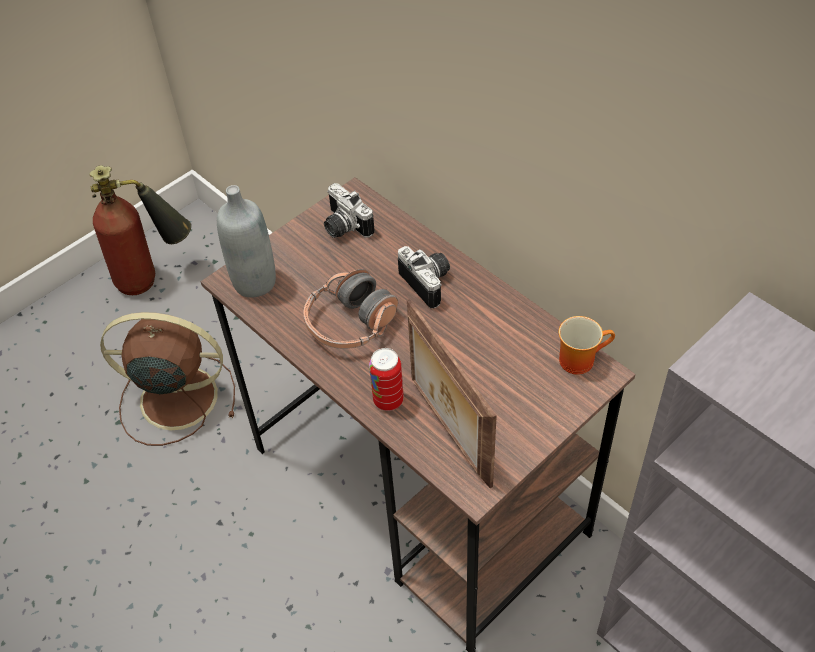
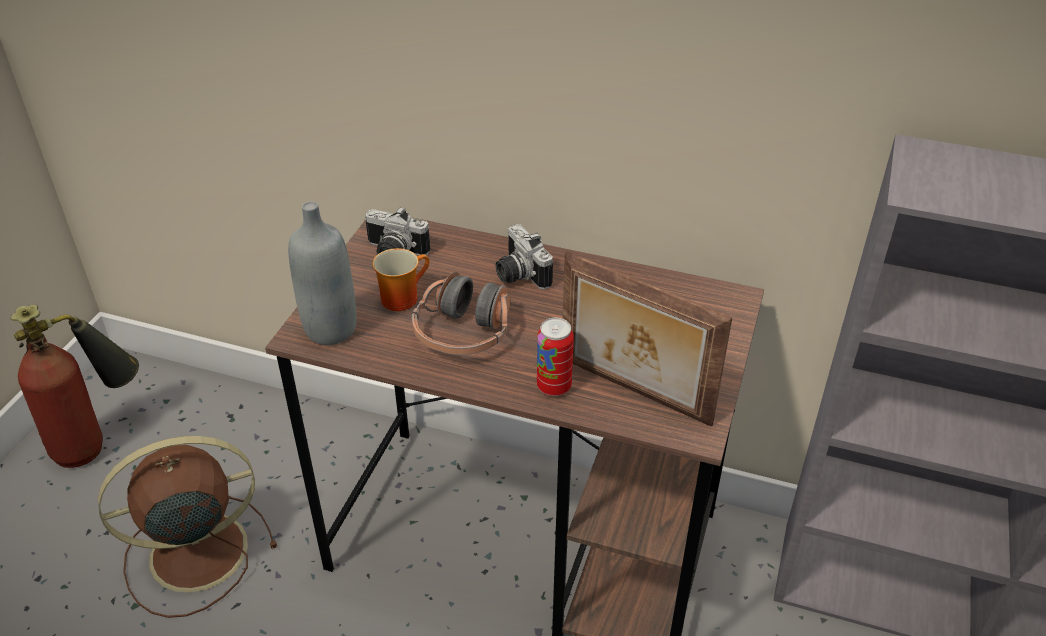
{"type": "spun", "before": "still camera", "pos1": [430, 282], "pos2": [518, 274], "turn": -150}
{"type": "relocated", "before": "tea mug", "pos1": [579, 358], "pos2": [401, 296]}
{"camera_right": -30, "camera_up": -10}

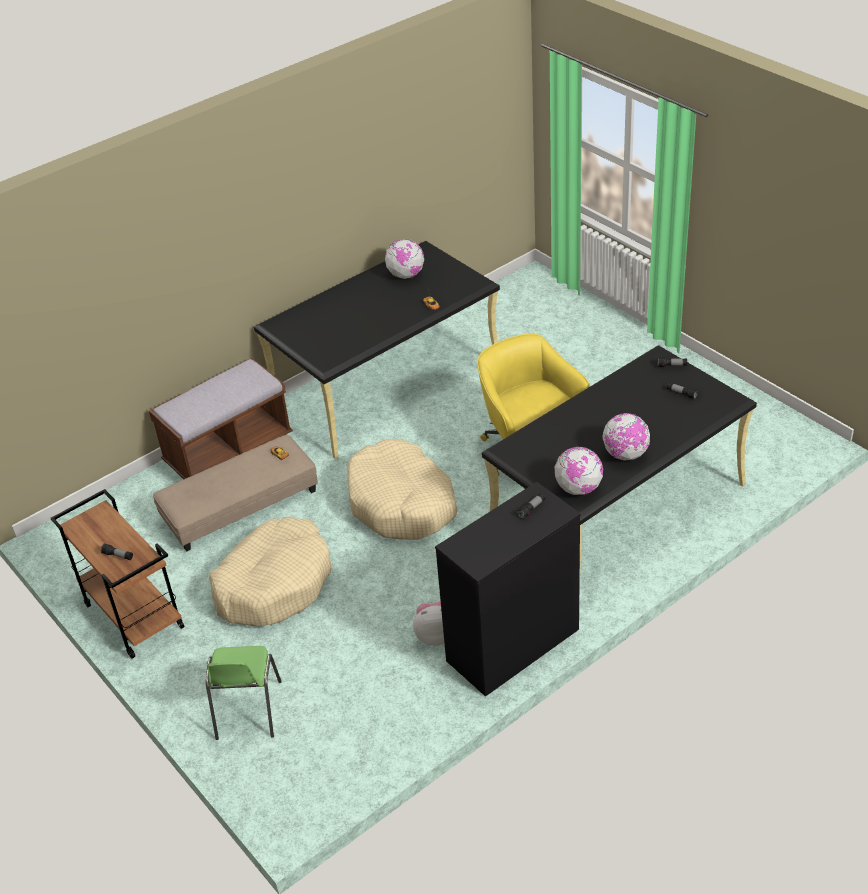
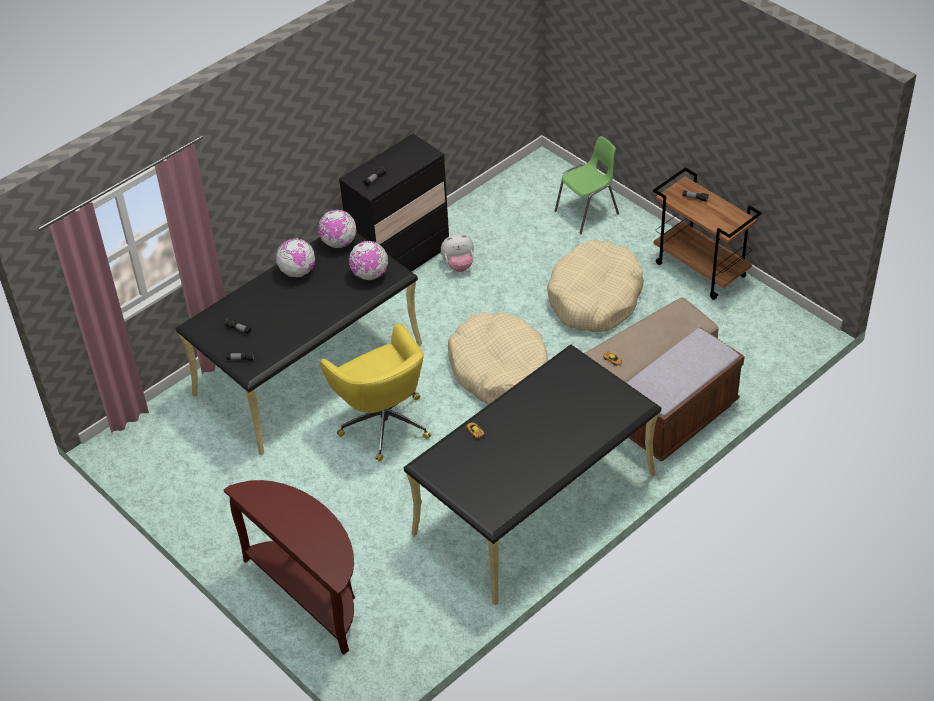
{"type": "spun", "before": "green-coloured upright chair", "pos1": [247, 711], "pos2": [587, 213], "turn": 60}
{"type": "relocated", "before": "globe", "pos1": [406, 275], "pos2": [369, 275]}
{"type": "appeared", "after": "brownish hall table", "pos2": [310, 593]}
{"camera_right": 175, "camera_up": 5}

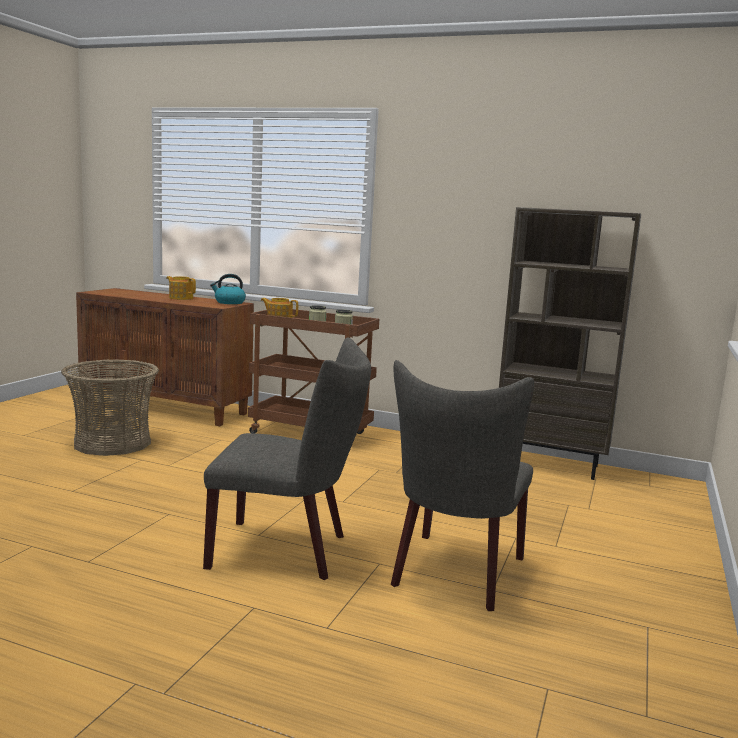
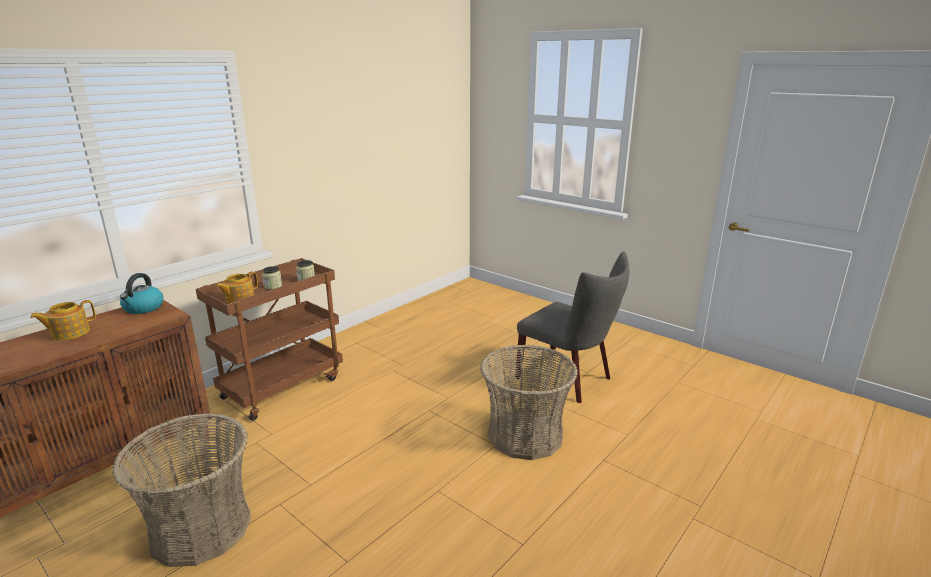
{"type": "exchanged", "before": "greyish upright chair", "after": "storage basket", "pos1": [288, 551], "pos2": [525, 435]}
{"type": "missing", "before": "brownish bookcase", "pos1": [551, 465]}
{"camera_right": -70, "camera_up": 10}

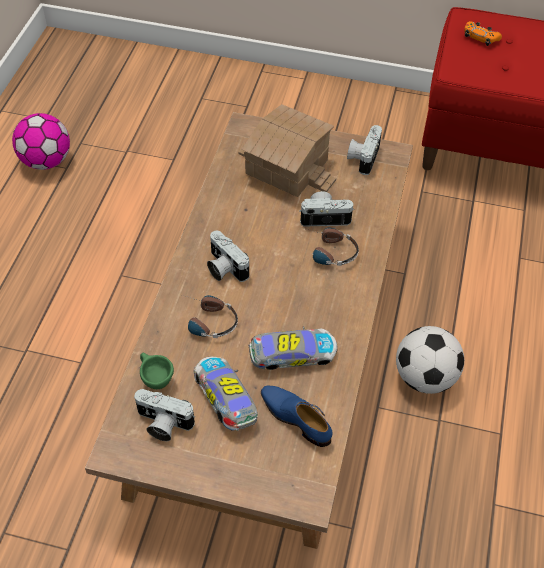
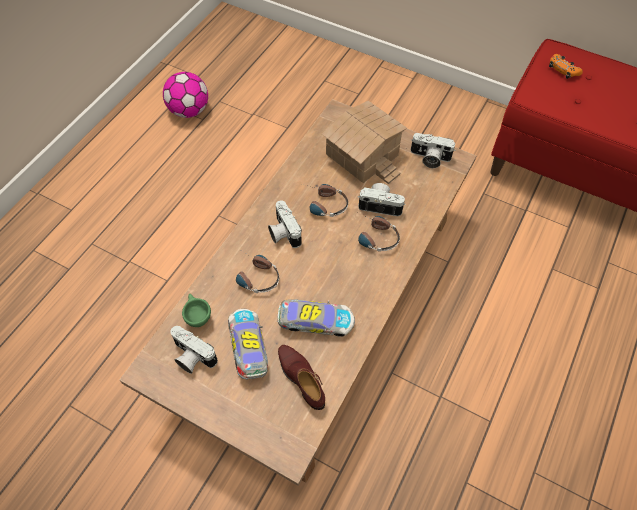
{"type": "colour", "before": "bluish shoe", "after": "brownish shoe", "pos1": [295, 418], "pos2": [301, 378]}
{"type": "spun", "before": "still camera", "pos1": [363, 157], "pos2": [429, 158], "turn": -105}
{"type": "missing", "before": "football ball", "pos1": [425, 377]}
{"type": "appeared", "after": "headset", "pos2": [322, 204]}
{"camera_right": 15, "camera_up": 5}

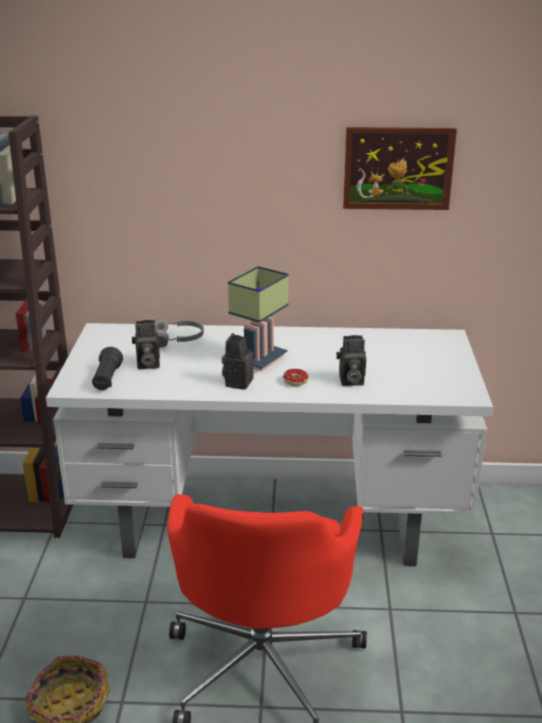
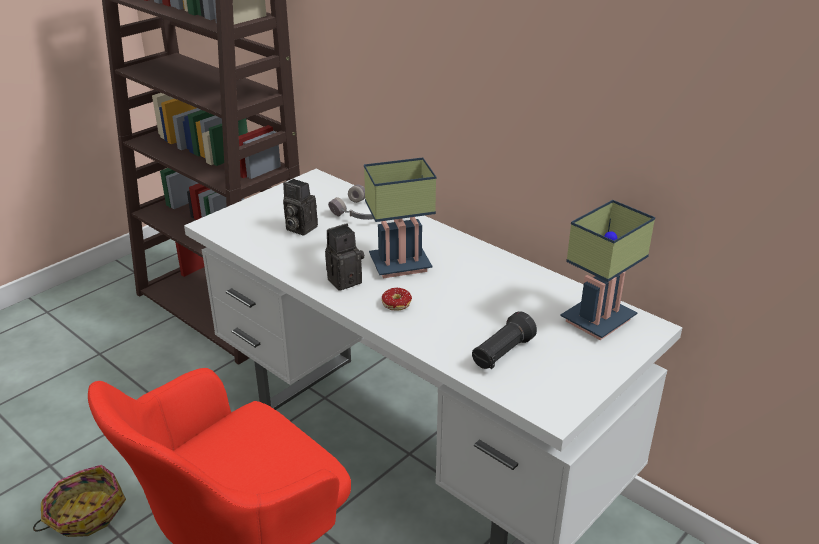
{"type": "relocated", "before": "blackish hand torch", "pos1": [107, 379], "pos2": [502, 354]}
{"type": "missing", "before": "still camera", "pos1": [350, 381]}
{"type": "missing", "before": "wall art", "pos1": [398, 168]}
{"type": "appeared", "after": "lamp for a table", "pos2": [597, 318]}
{"camera_right": 40, "camera_up": 5}

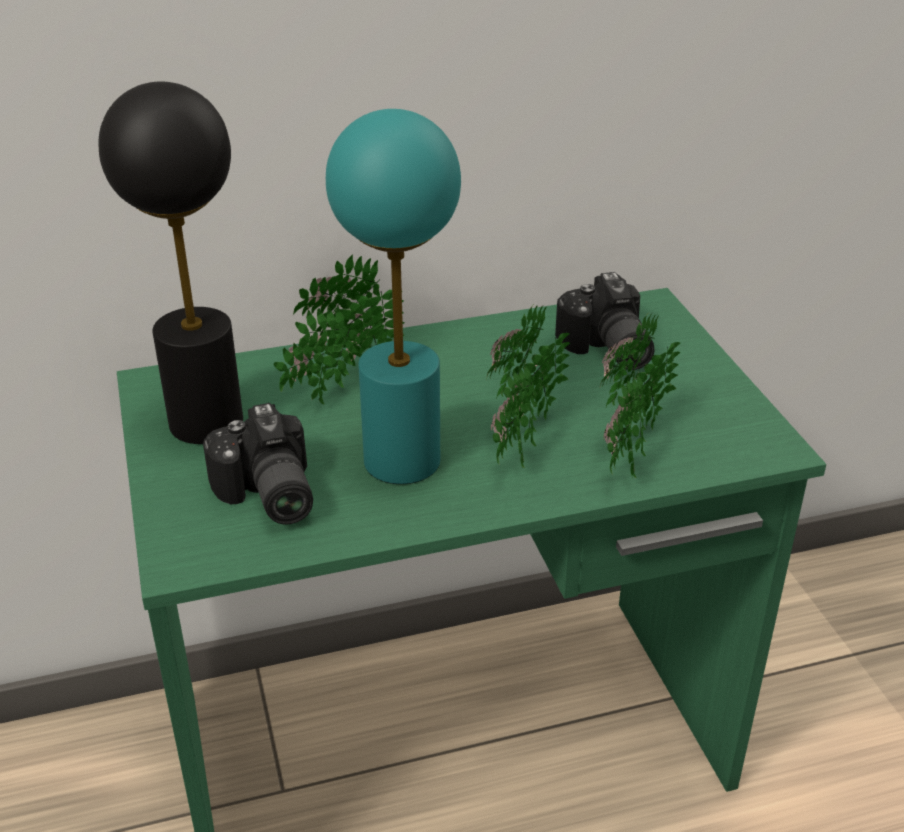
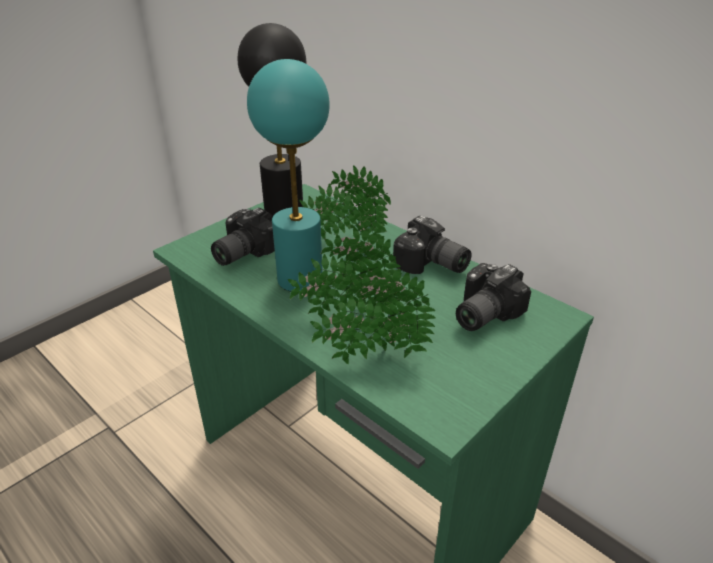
{"type": "appeared", "after": "still camera", "pos2": [431, 265]}
{"camera_right": 60, "camera_up": 0}

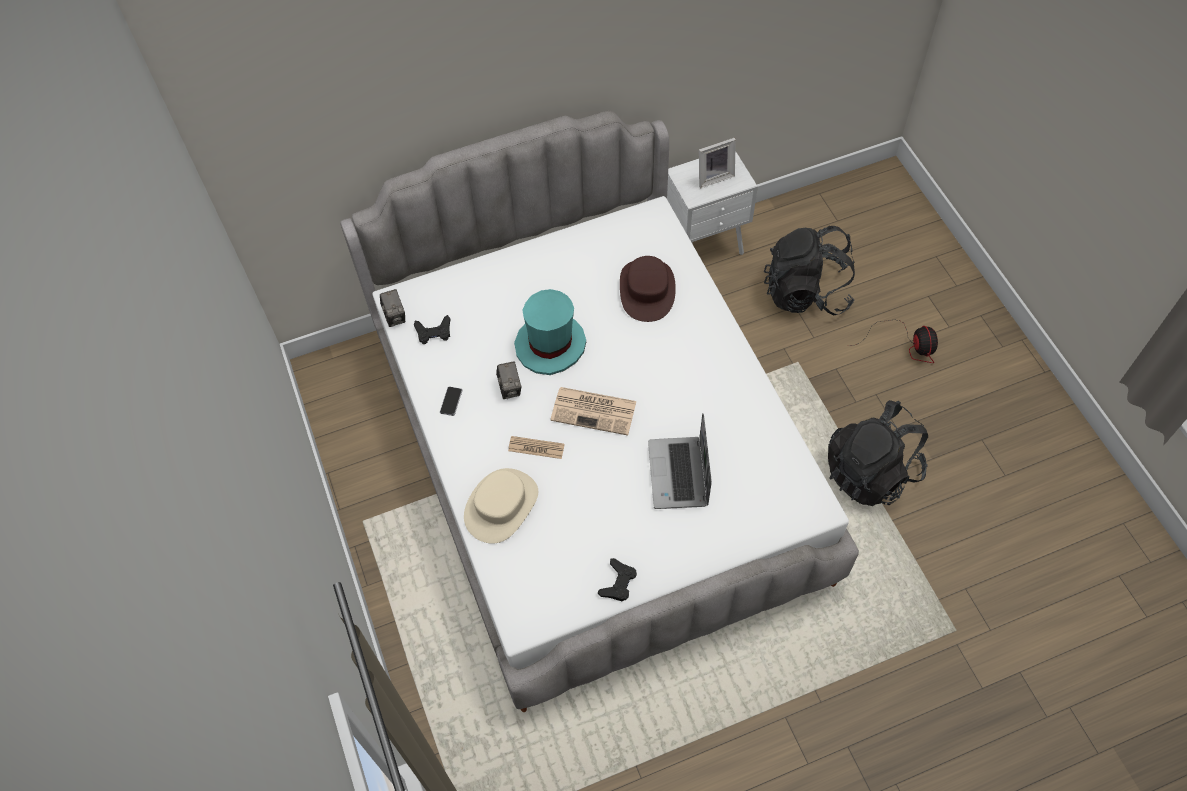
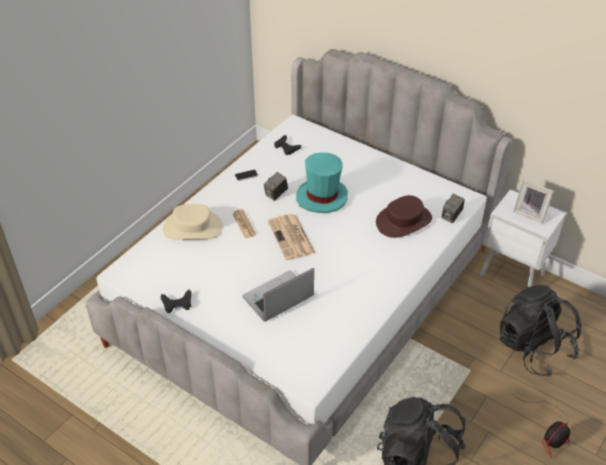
{"type": "relocated", "before": "still camera", "pos1": [395, 316], "pos2": [451, 216]}
{"camera_right": 55, "camera_up": -15}

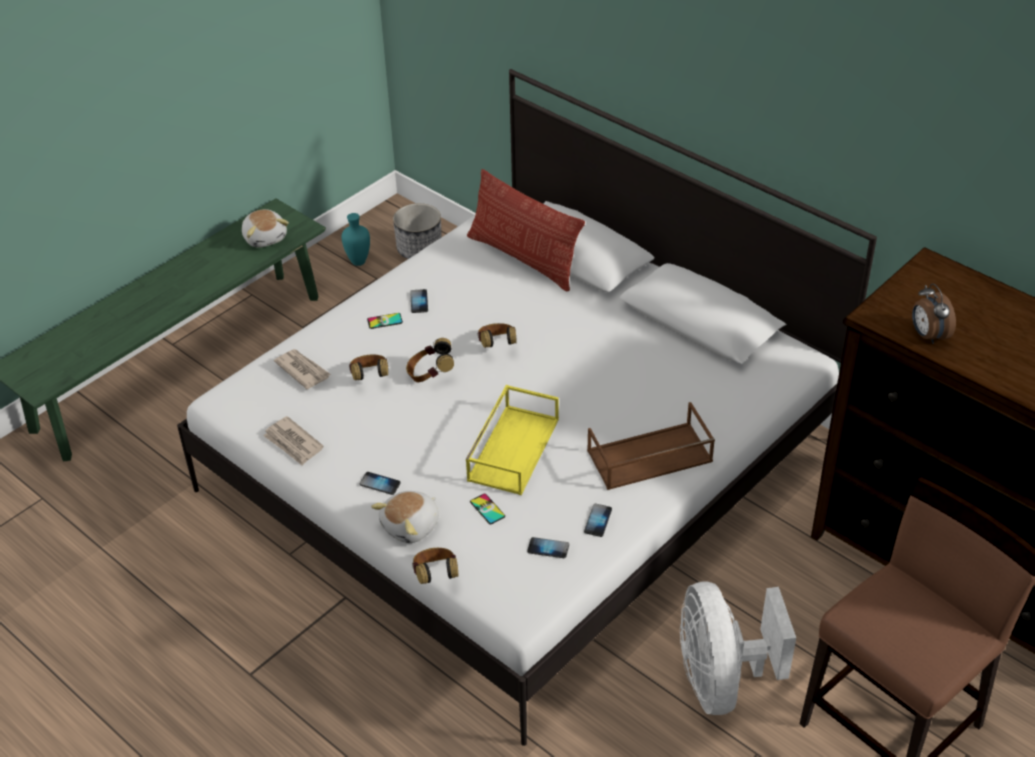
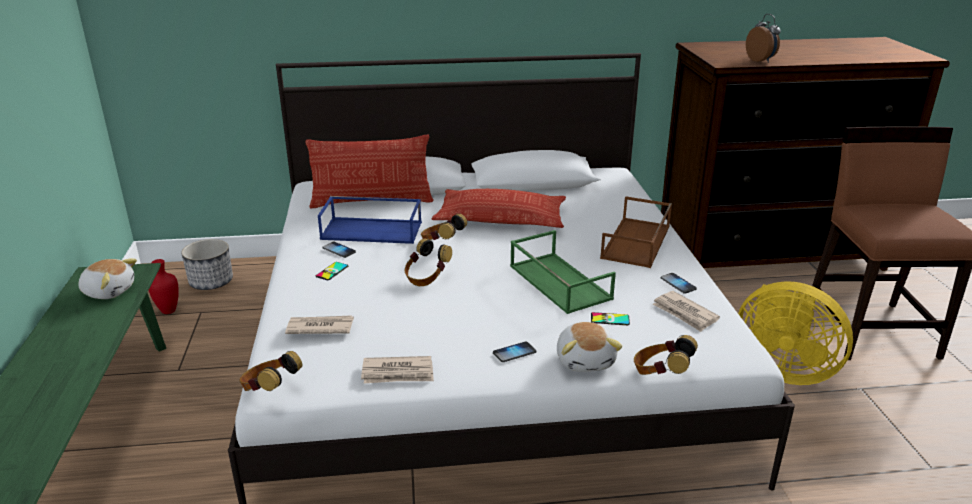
{"type": "colour", "before": "blue-green vase", "after": "red vase", "pos1": [359, 261], "pos2": [169, 310]}
{"type": "relocated", "before": "headset", "pos1": [370, 378], "pos2": [270, 390]}
{"type": "colour", "before": "yellow serving tray", "after": "green-coloured serving tray", "pos1": [513, 448], "pos2": [558, 282]}
{"type": "exchanged", "before": "telephone", "after": "daily paper", "pos1": [548, 548], "pos2": [685, 313]}
{"type": "colour", "before": "white-coloured cooling fan", "after": "yellow cooling fan", "pos1": [721, 680], "pos2": [782, 369]}
{"type": "spun", "before": "table clock", "pos1": [927, 335], "pos2": [761, 60], "turn": -135}
{"type": "appeared", "after": "bluish serving tray", "pos2": [373, 230]}
{"type": "appeared", "after": "pillow", "pos2": [501, 218]}
{"camera_right": -50, "camera_up": -15}

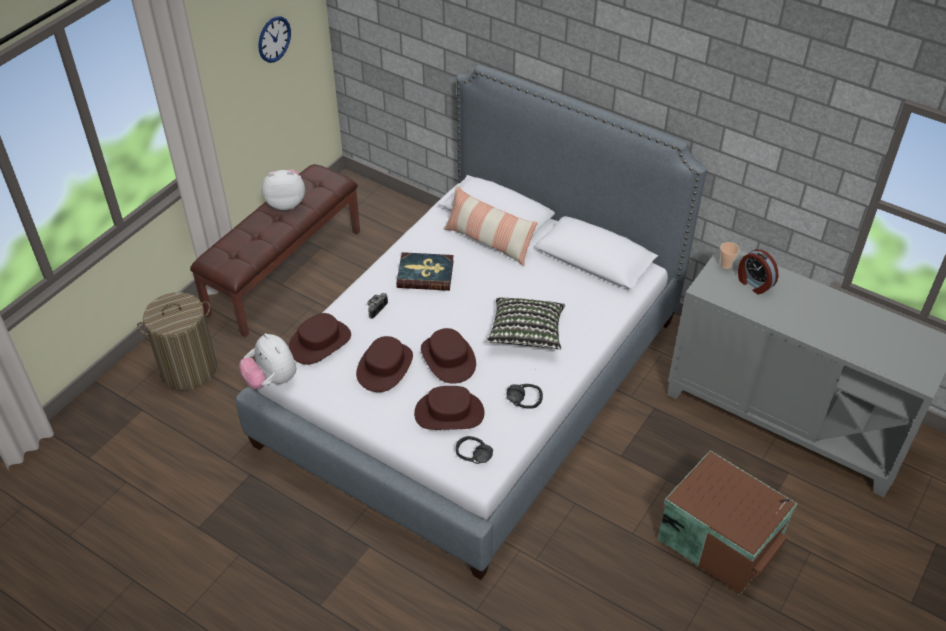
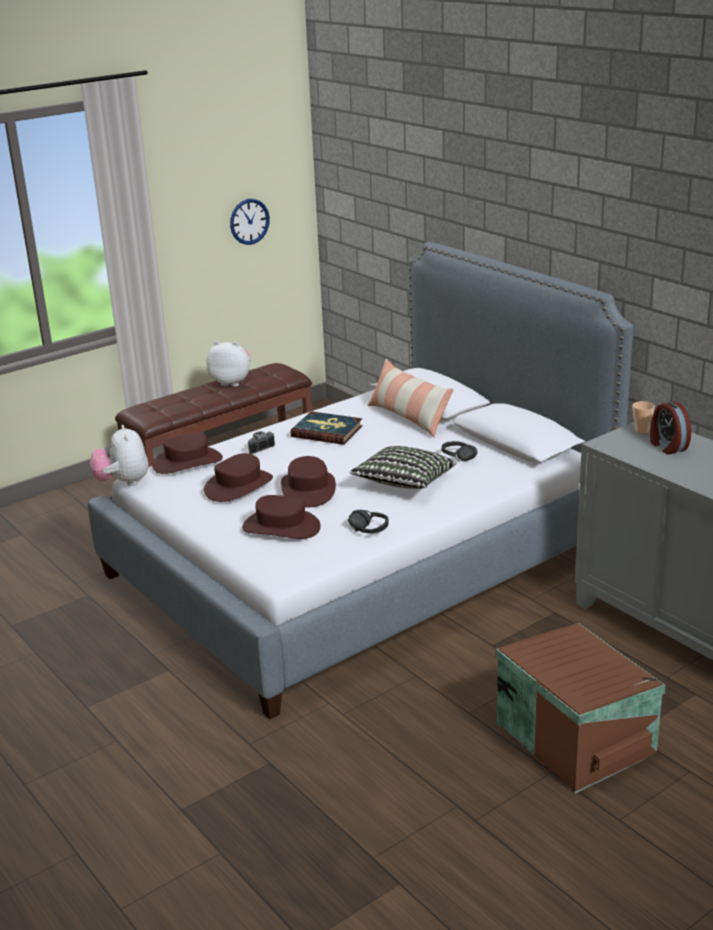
{"type": "missing", "before": "laundry basket", "pos1": [189, 369]}
{"type": "relocated", "before": "blackish headset", "pos1": [471, 459], "pos2": [455, 459]}
{"camera_right": 20, "camera_up": -20}

